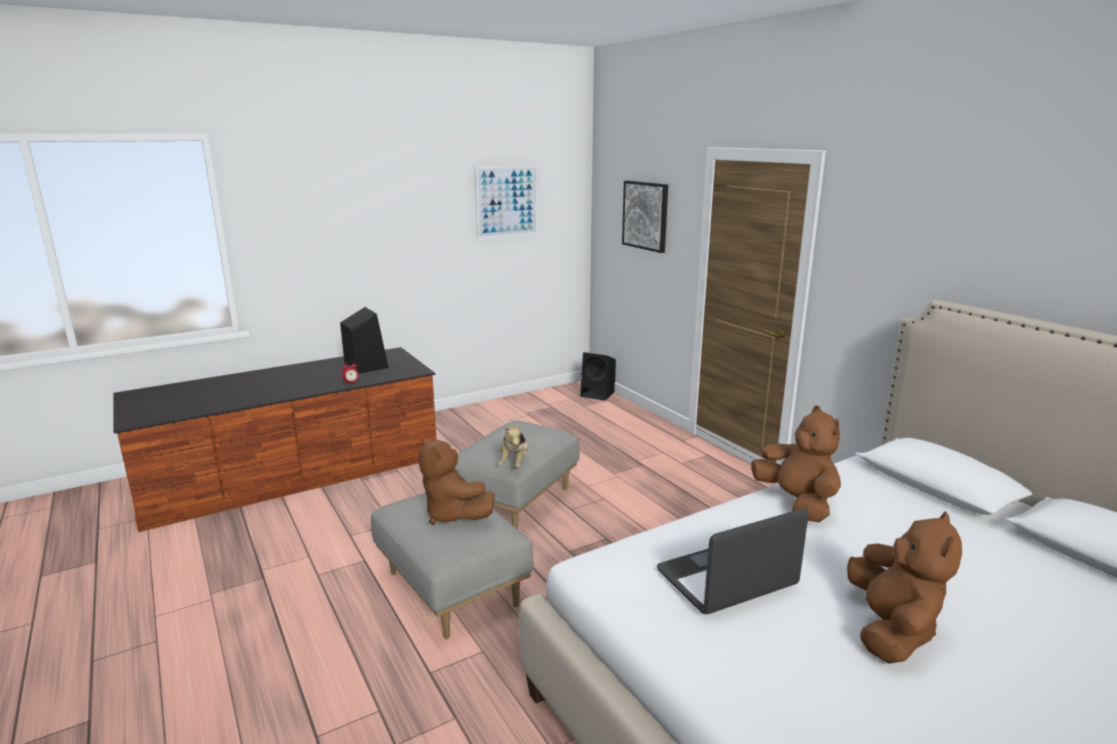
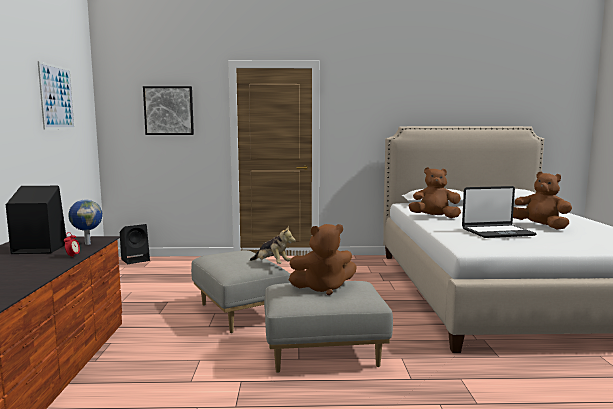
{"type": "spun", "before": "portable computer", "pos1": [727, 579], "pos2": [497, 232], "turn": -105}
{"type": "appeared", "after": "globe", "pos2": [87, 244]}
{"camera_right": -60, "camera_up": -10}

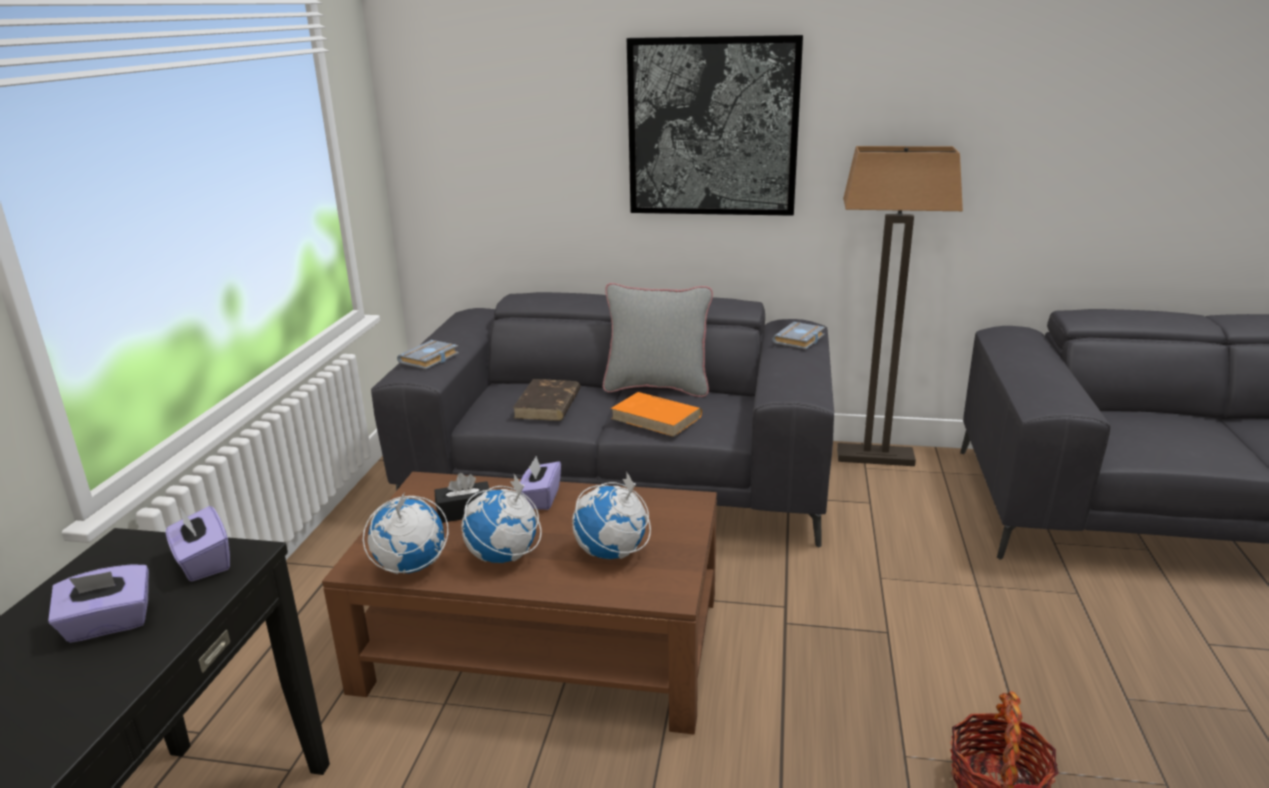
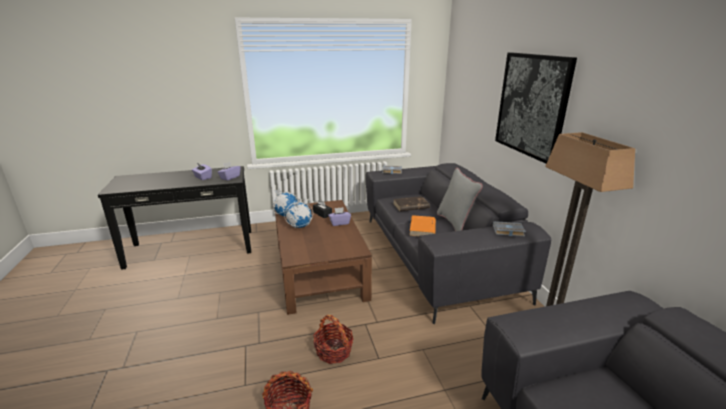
{"type": "missing", "before": "globe", "pos1": [612, 553]}
{"type": "appeared", "after": "storage basket", "pos2": [334, 351]}
{"camera_right": 65, "camera_up": 0}

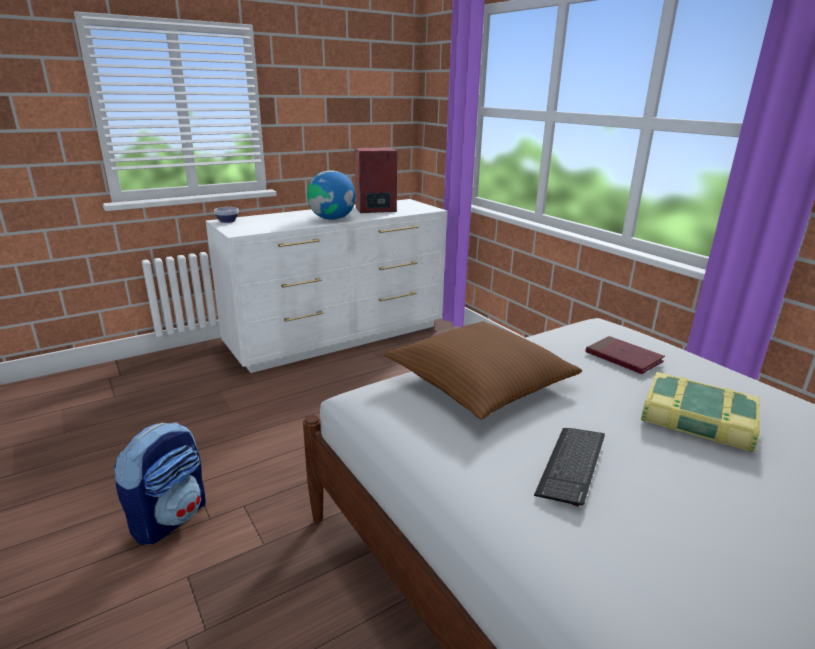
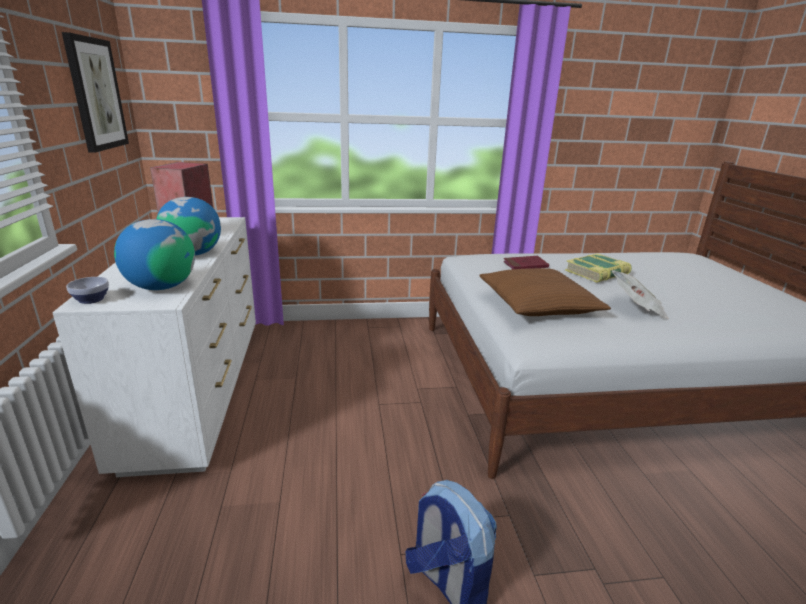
{"type": "exchanged", "before": "computer keyboard", "after": "daily paper", "pos1": [571, 466], "pos2": [637, 308]}
{"type": "appeared", "after": "wall art", "pos2": [96, 94]}
{"type": "appeared", "after": "globe", "pos2": [161, 287]}
{"camera_right": -65, "camera_up": 0}

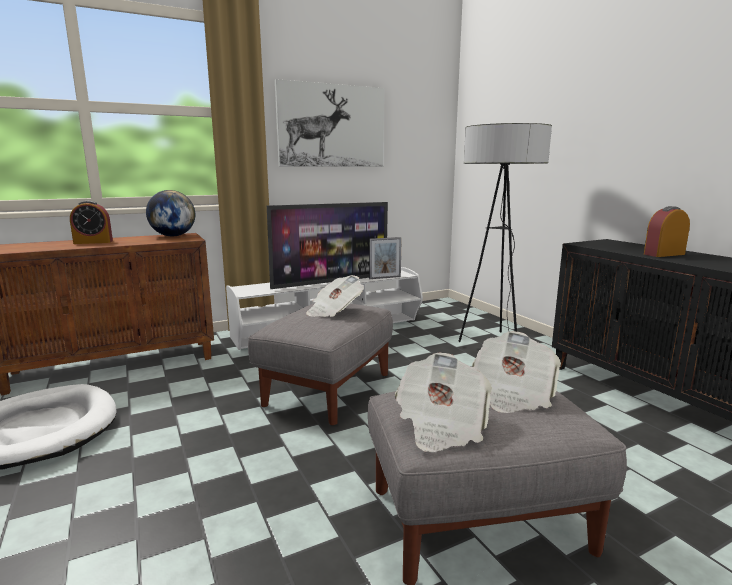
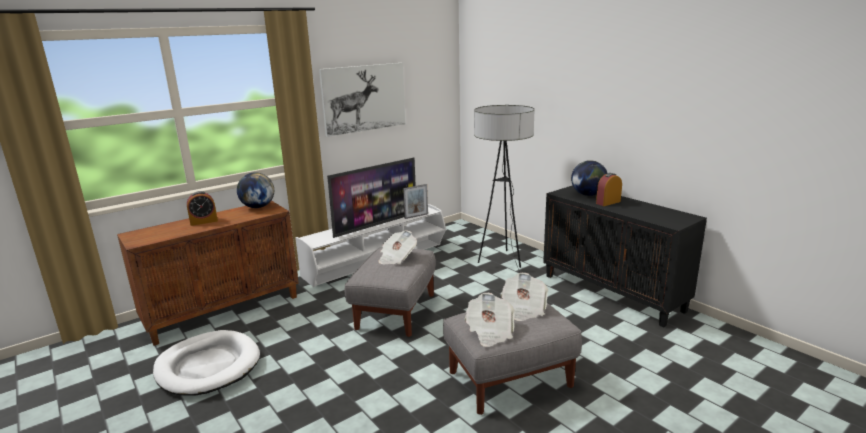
{"type": "appeared", "after": "globe", "pos2": [588, 195]}
{"camera_right": -10, "camera_up": 5}

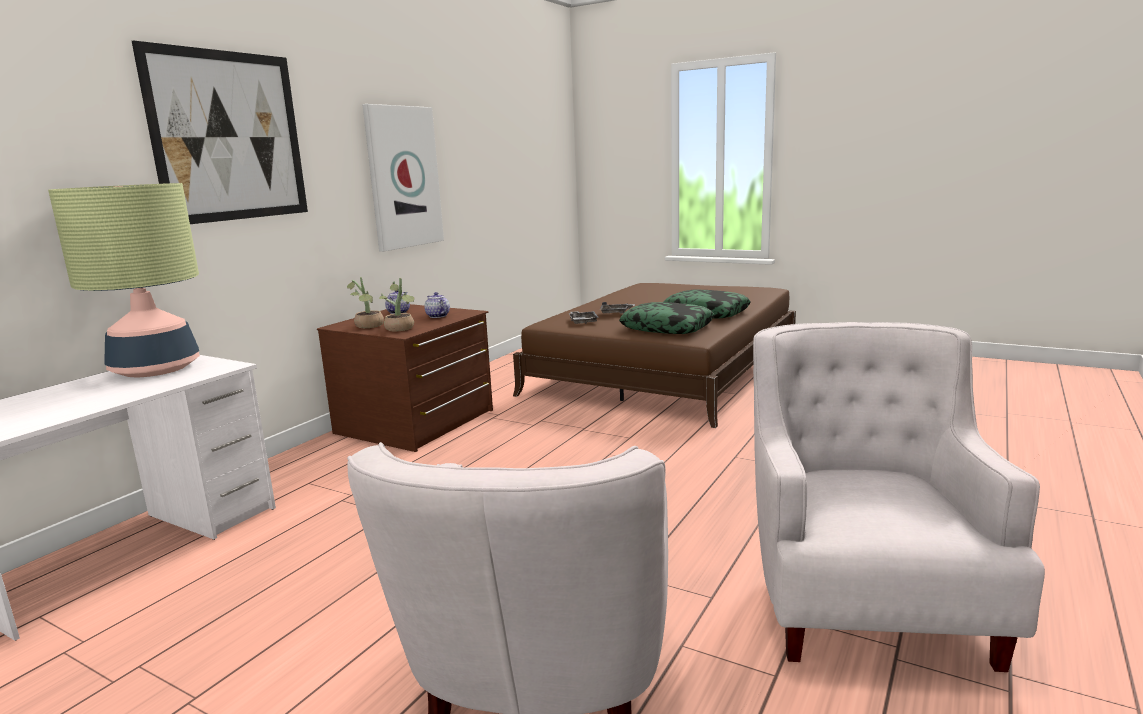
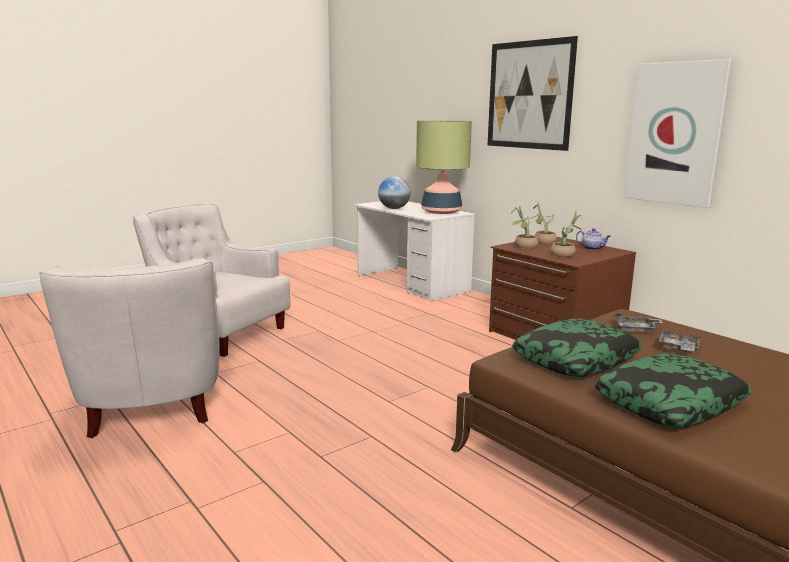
{"type": "exchanged", "before": "pot for tea", "after": "plant in a pot", "pos1": [437, 316], "pos2": [565, 254]}
{"type": "spun", "before": "white-coloured lounge chair", "pos1": [864, 595], "pos2": [151, 410], "turn": 45}
{"type": "appeared", "after": "globe", "pos2": [394, 208]}
{"camera_right": 110, "camera_up": 0}

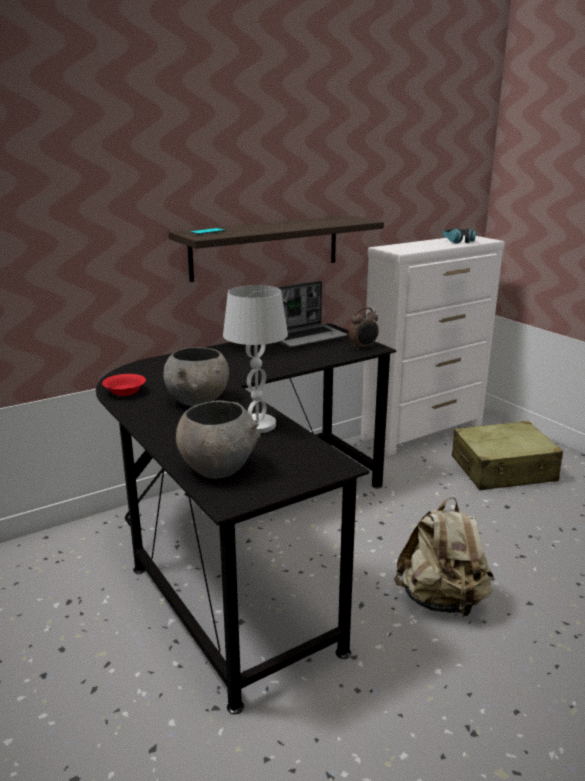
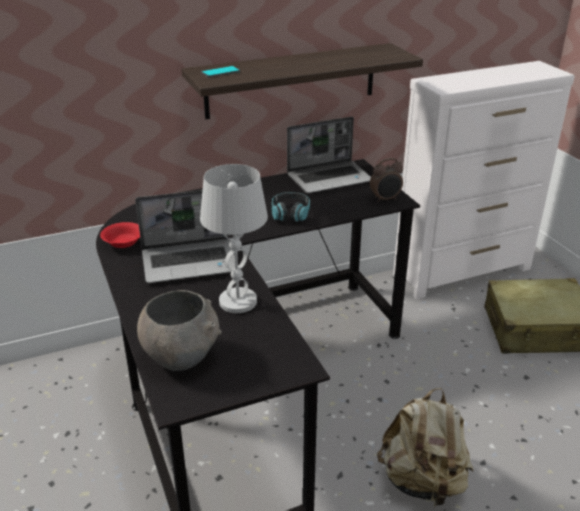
{"type": "exchanged", "before": "greyish bowl", "after": "portable computer", "pos1": [198, 401], "pos2": [190, 262]}
{"type": "relocated", "before": "headset", "pos1": [458, 241], "pos2": [290, 213]}
{"camera_right": 10, "camera_up": 10}

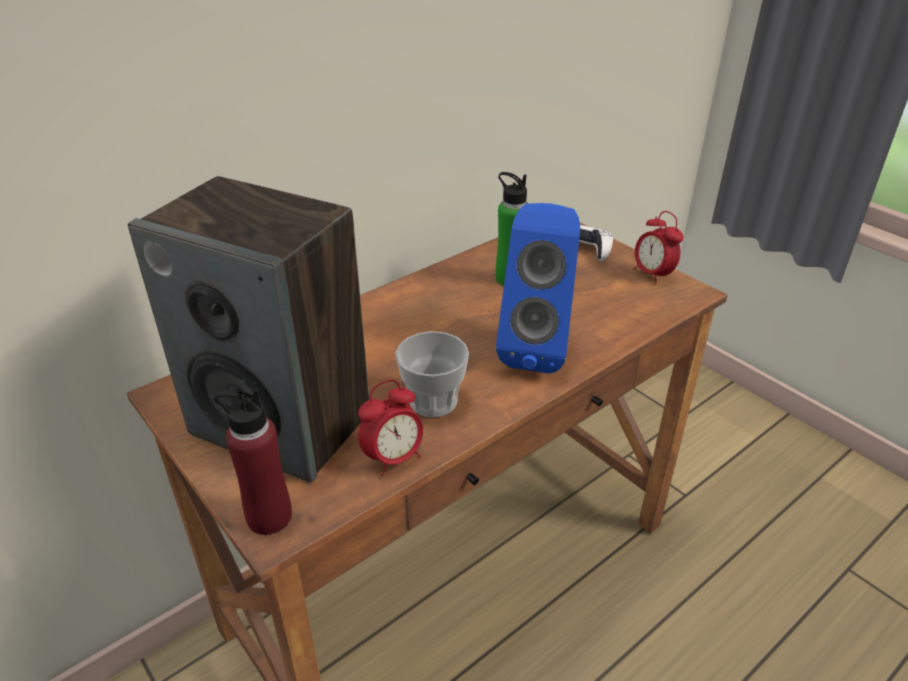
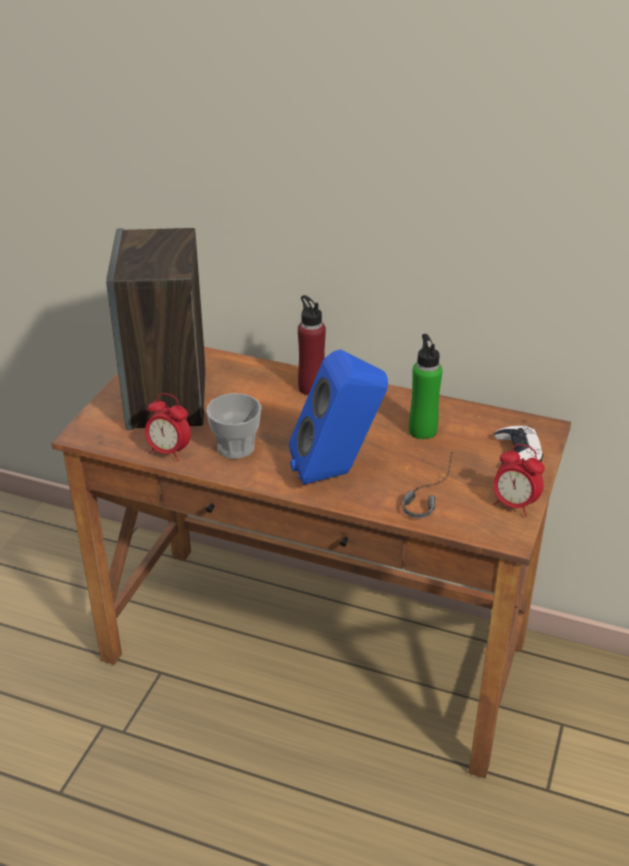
{"type": "relocated", "before": "red drink bottle", "pos1": [269, 517], "pos2": [311, 388]}
{"type": "spun", "before": "table clock", "pos1": [652, 275], "pos2": [514, 505], "turn": -90}
{"type": "appeared", "after": "headset", "pos2": [426, 492]}
{"camera_right": 60, "camera_up": 0}

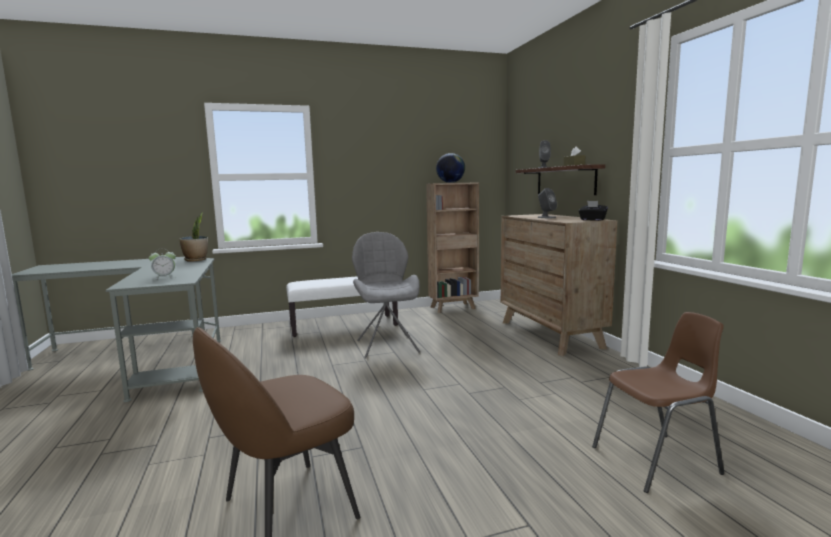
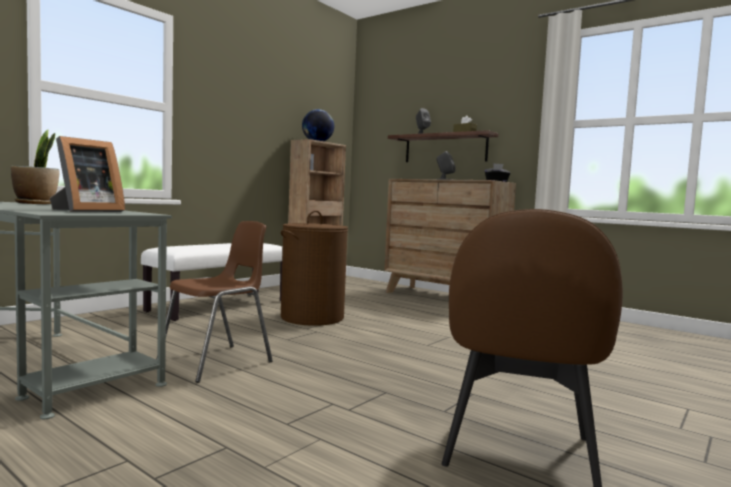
{"type": "exchanged", "before": "table clock", "after": "photo frame", "pos1": [164, 277], "pos2": [85, 211]}
{"type": "exchanged", "before": "greyish upright chair", "after": "brownish laundry basket", "pos1": [387, 345], "pos2": [312, 317]}
{"type": "relocated", "before": "brownish upright chair", "pos1": [657, 461], "pos2": [217, 362]}
{"camera_right": -35, "camera_up": -5}

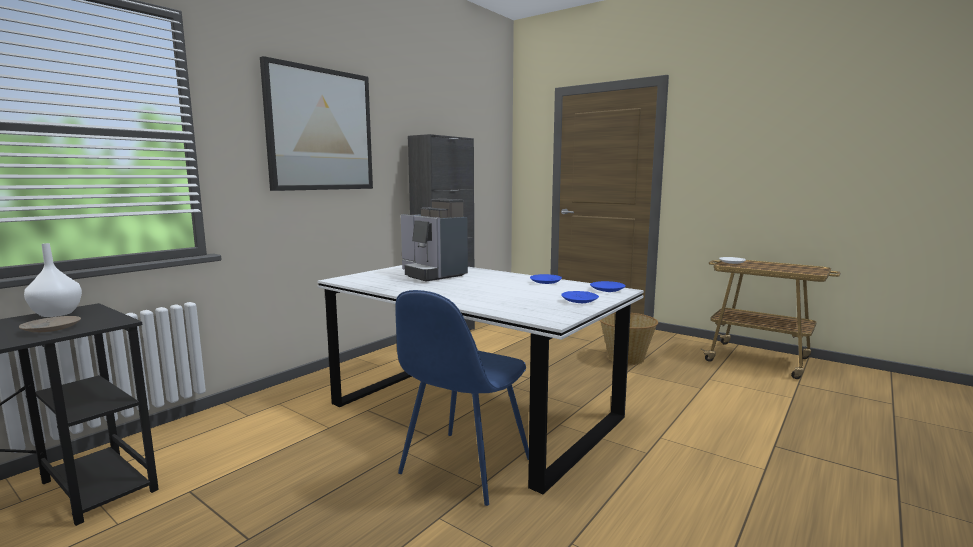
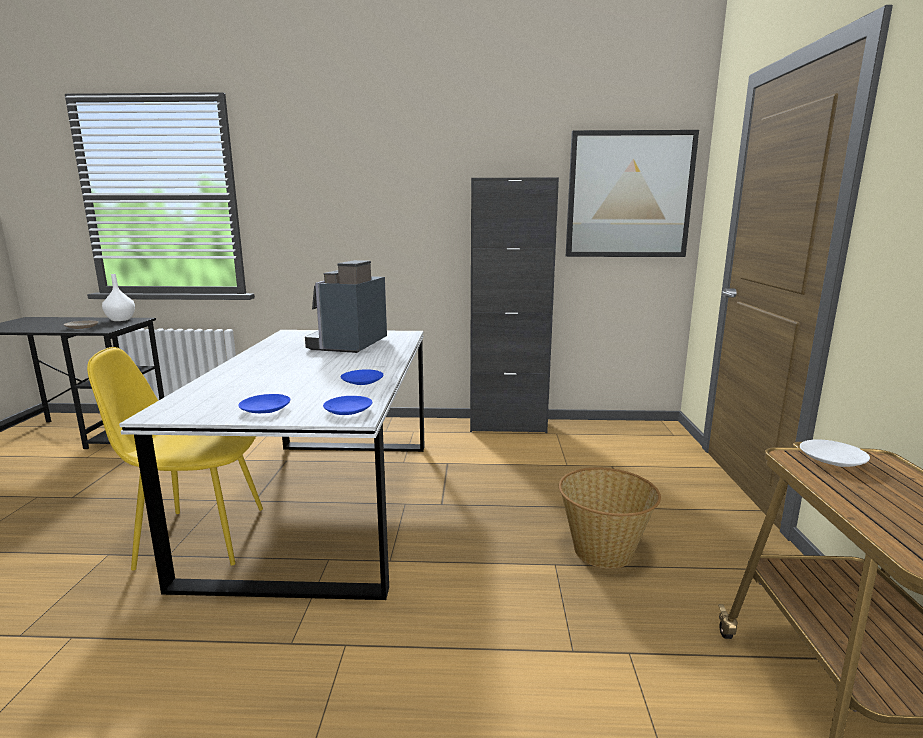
{"type": "relocated", "before": "wall art", "pos1": [320, 130], "pos2": [628, 195]}
{"type": "colour", "before": "bluish upright chair", "after": "yellow upright chair", "pos1": [463, 468], "pos2": [199, 537]}
{"camera_right": 55, "camera_up": 5}

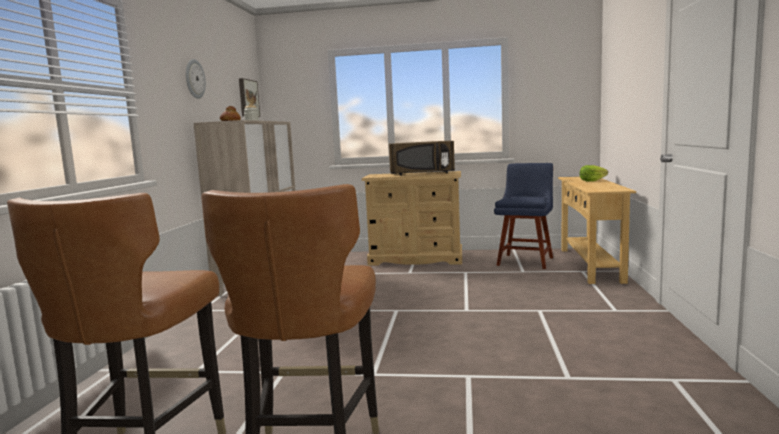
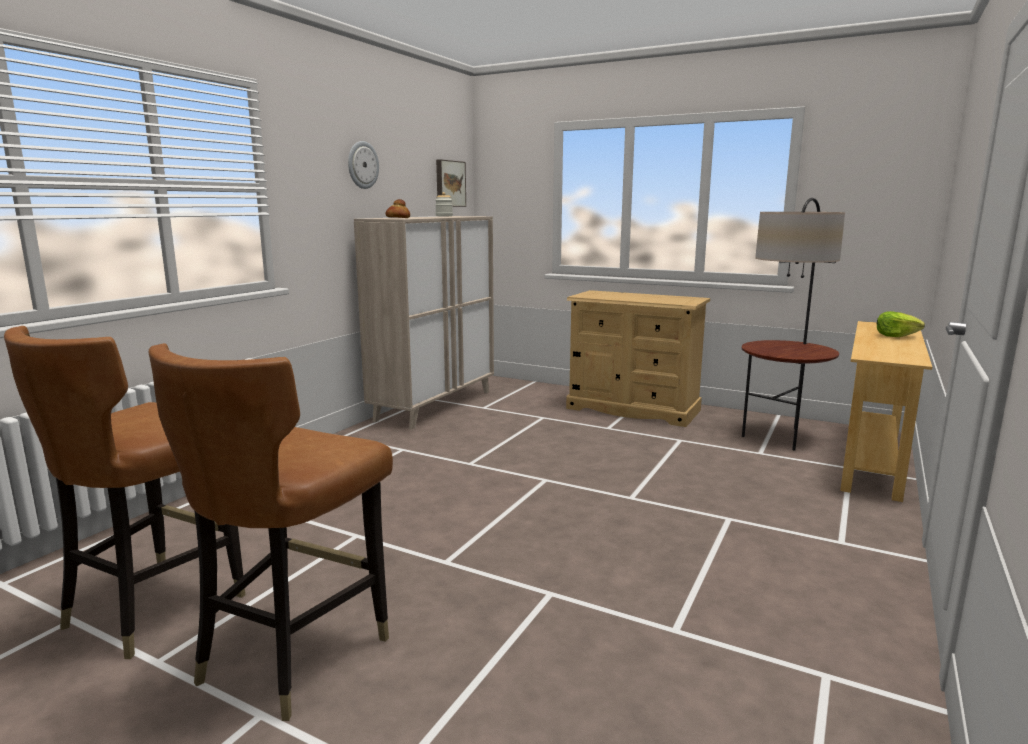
{"type": "missing", "before": "brownish microwave", "pos1": [422, 174]}
{"type": "exchanged", "before": "bluish upright chair", "after": "standard lamp", "pos1": [526, 260], "pos2": [780, 436]}
{"camera_right": 20, "camera_up": 5}

